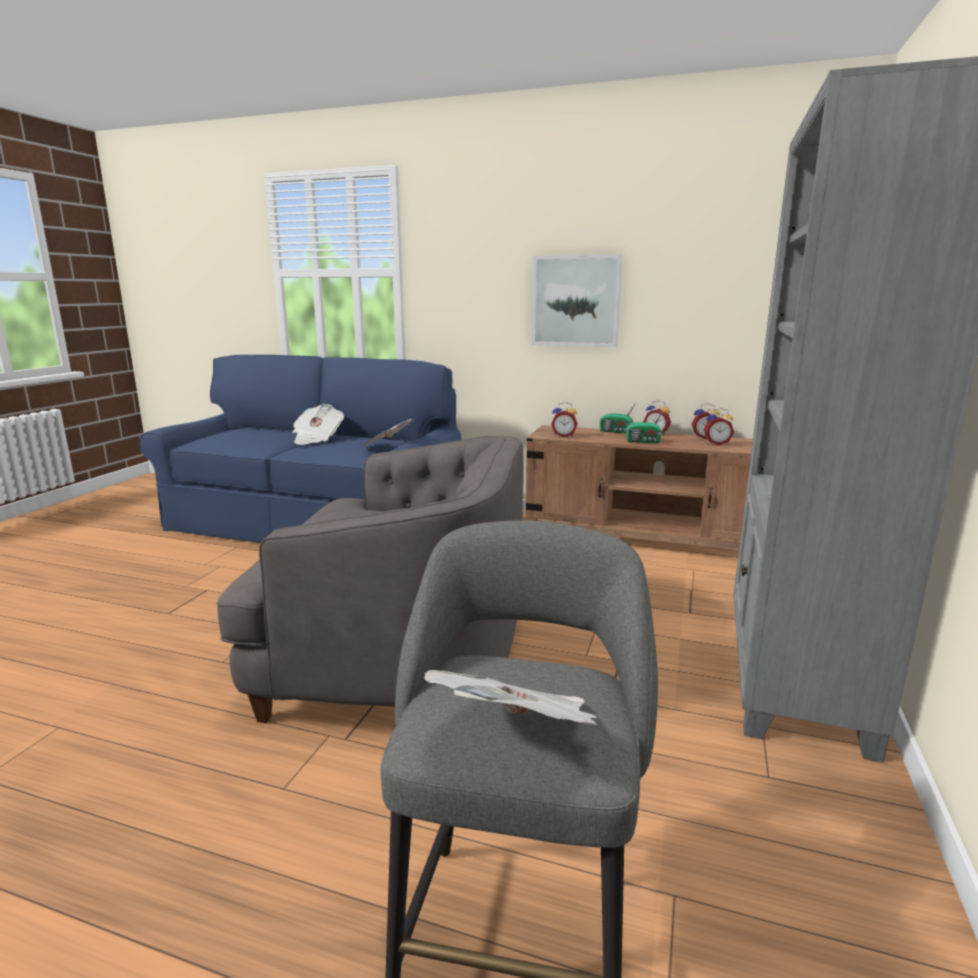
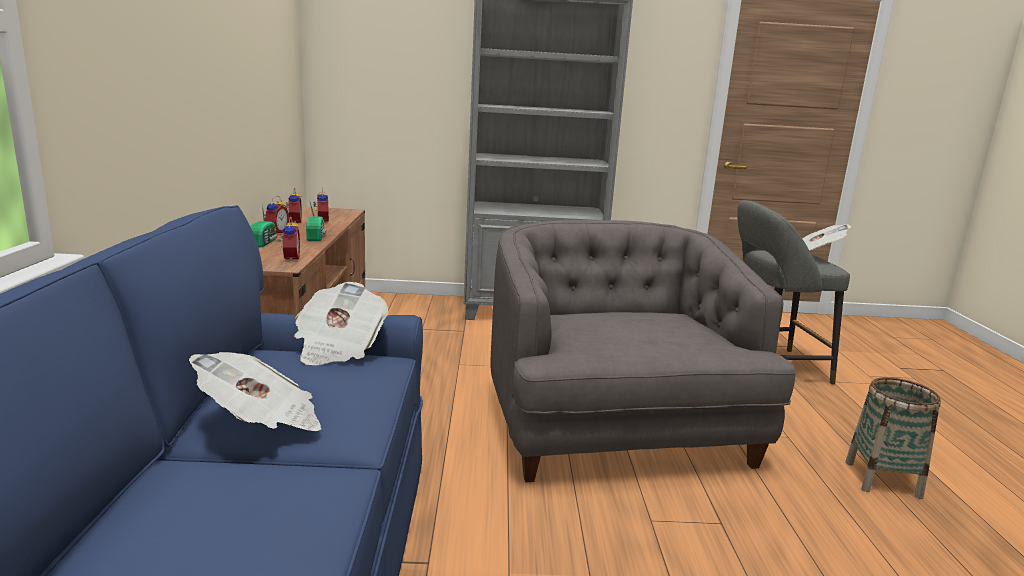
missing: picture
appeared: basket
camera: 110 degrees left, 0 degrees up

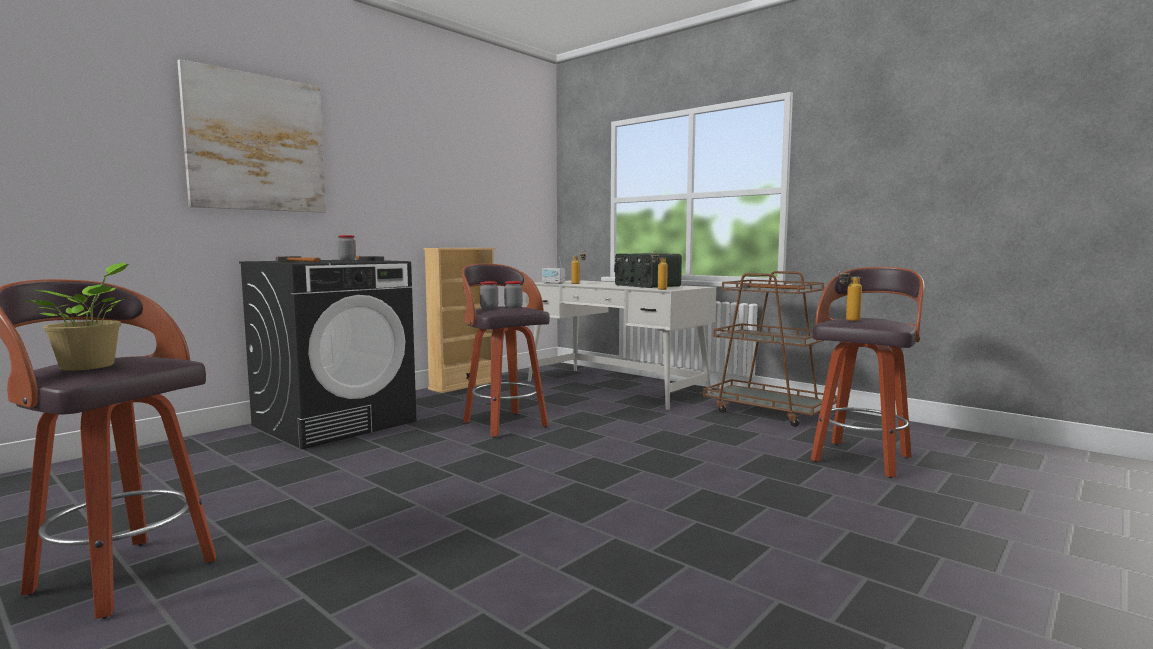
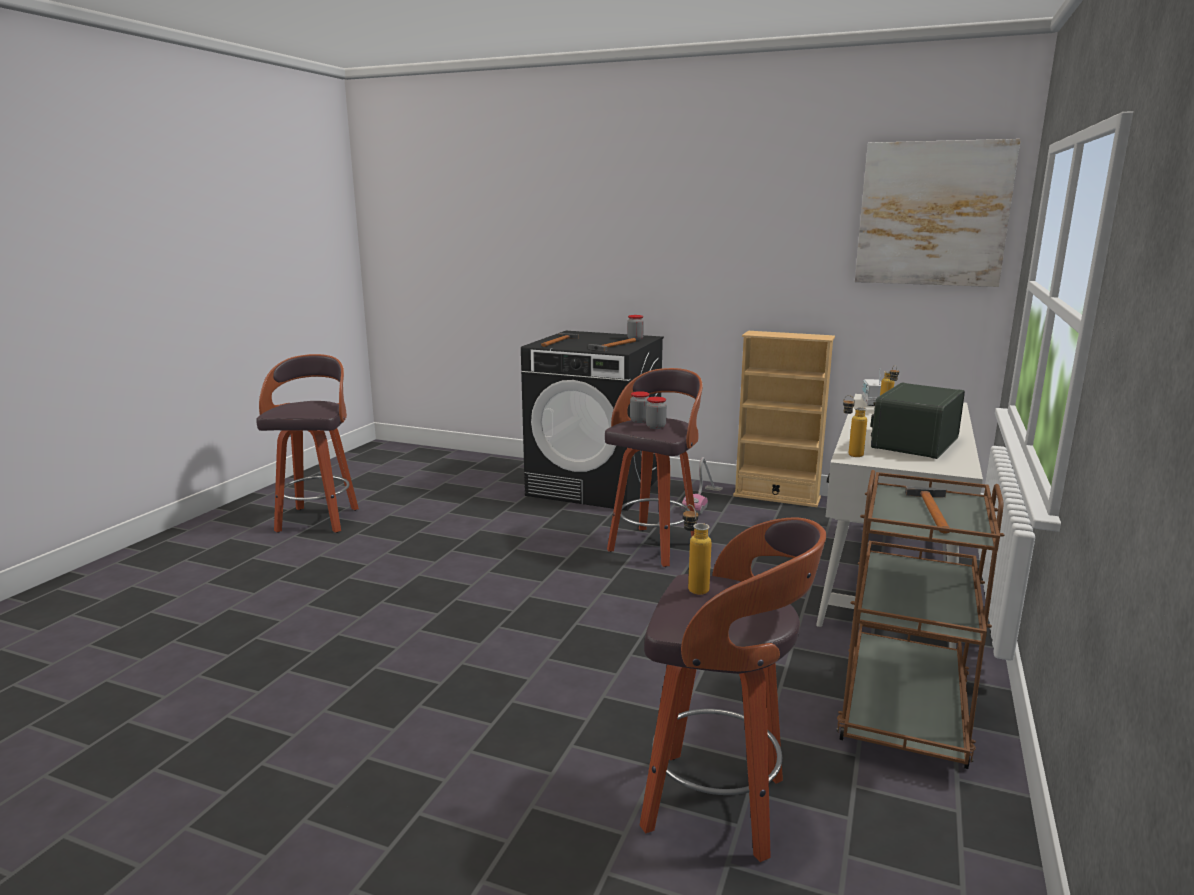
missing: potted plant
appeared: vacuum cleaner
relocated: picture
camera: 70 degrees right, 10 degrees up

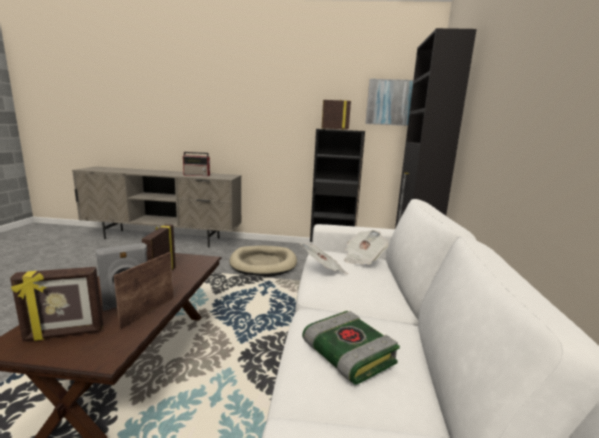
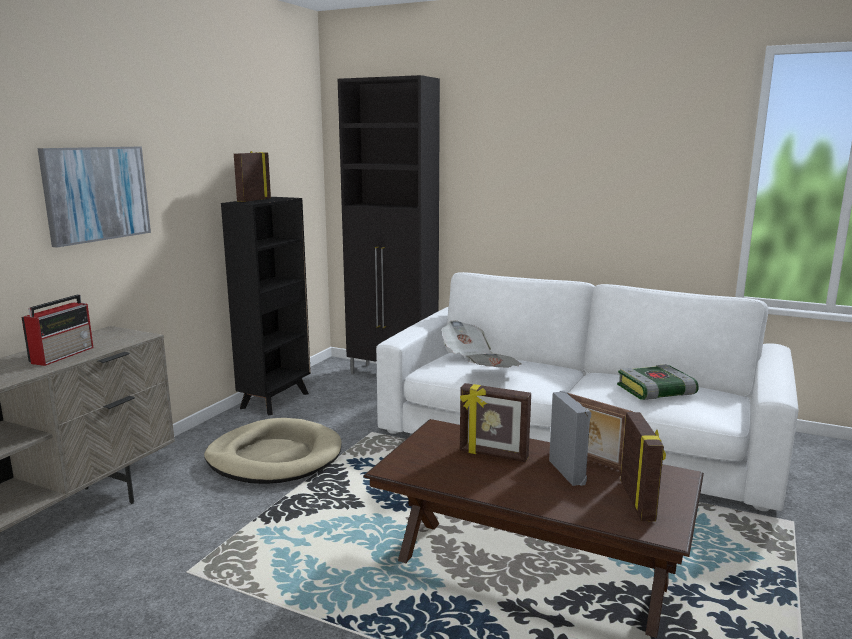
relocated: picture
camera: 70 degrees left, 0 degrees up

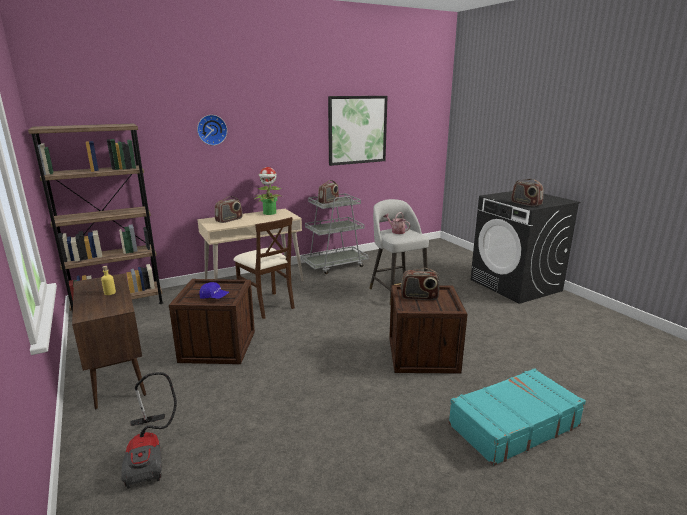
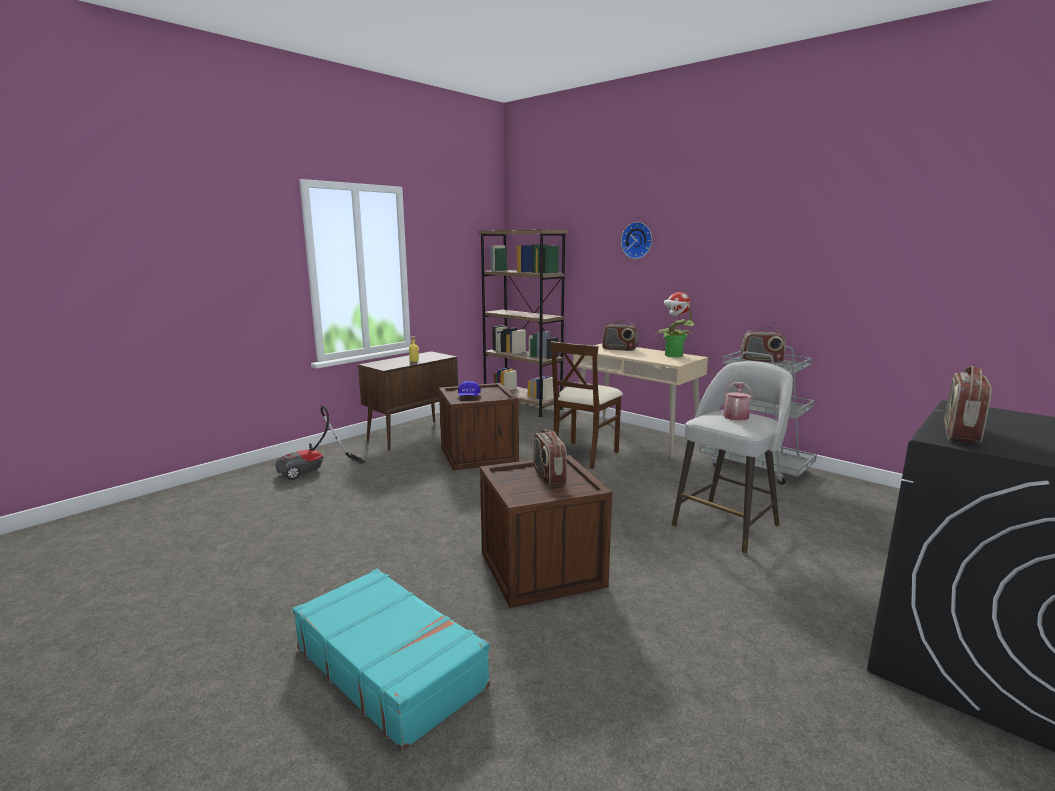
missing: picture
camera: 70 degrees right, 5 degrees down

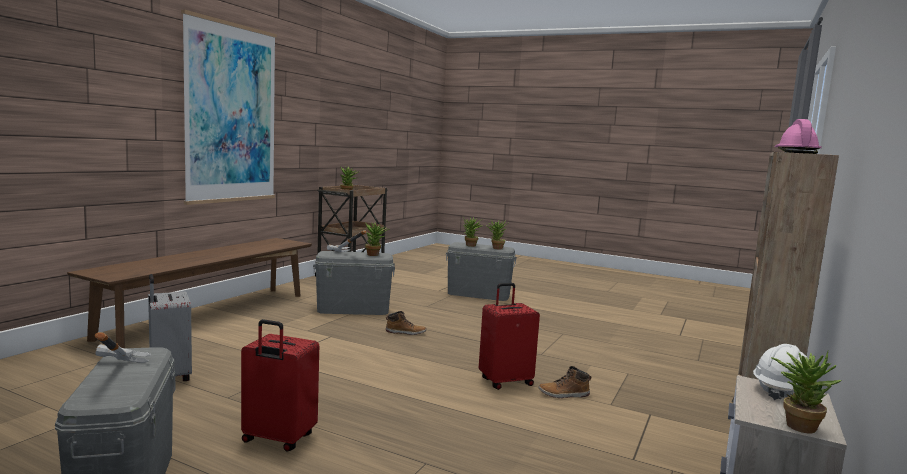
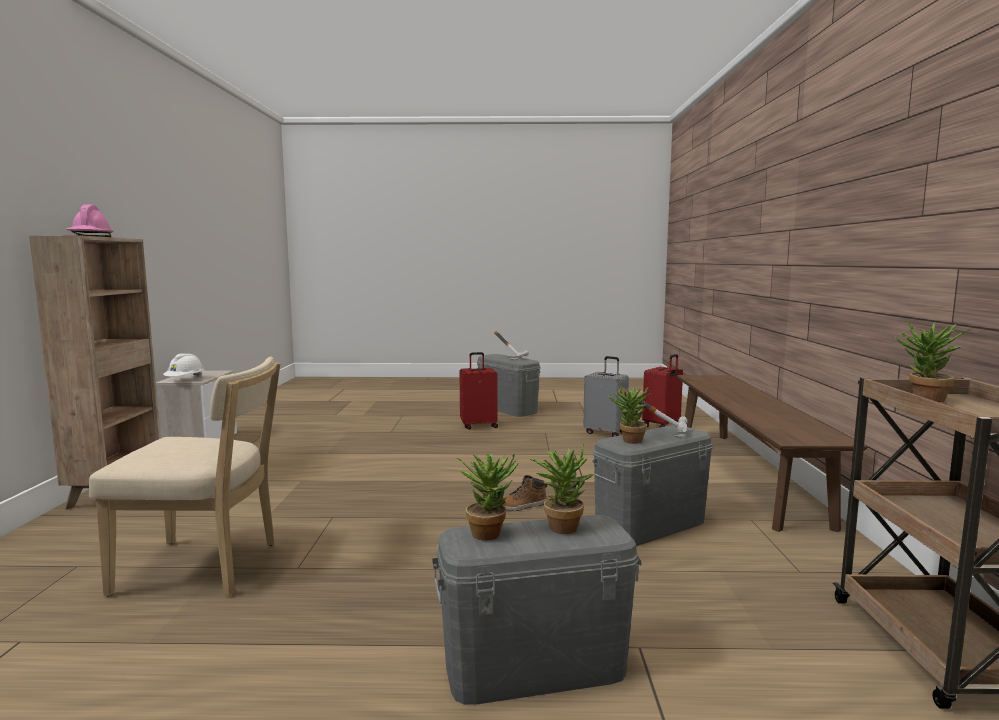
missing: picture; boot (no. 2 from left); potted plant (no. 5 from left)
appeared: beige chair
relocated: red suitcase (no. 2 from left)
camera: 155 degrees right, 0 degrees up

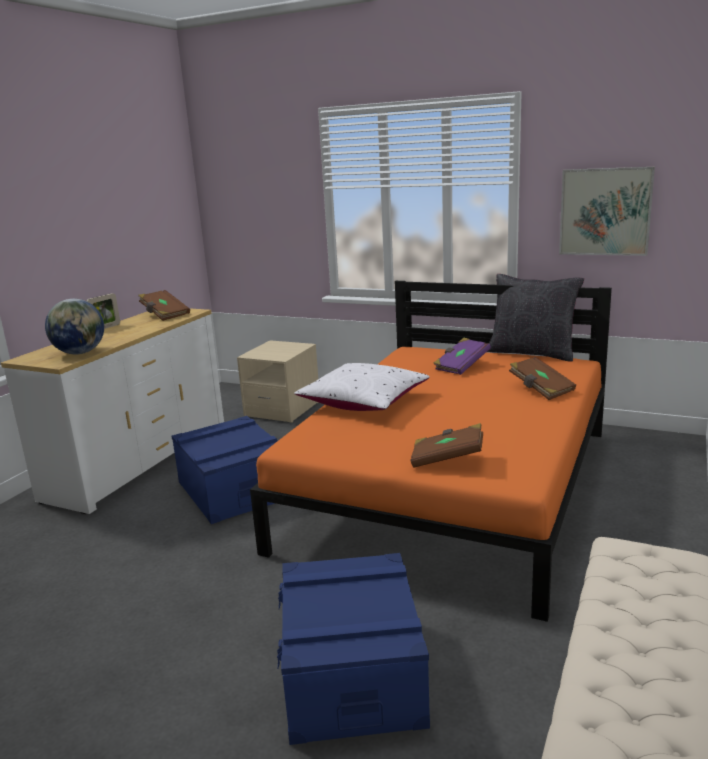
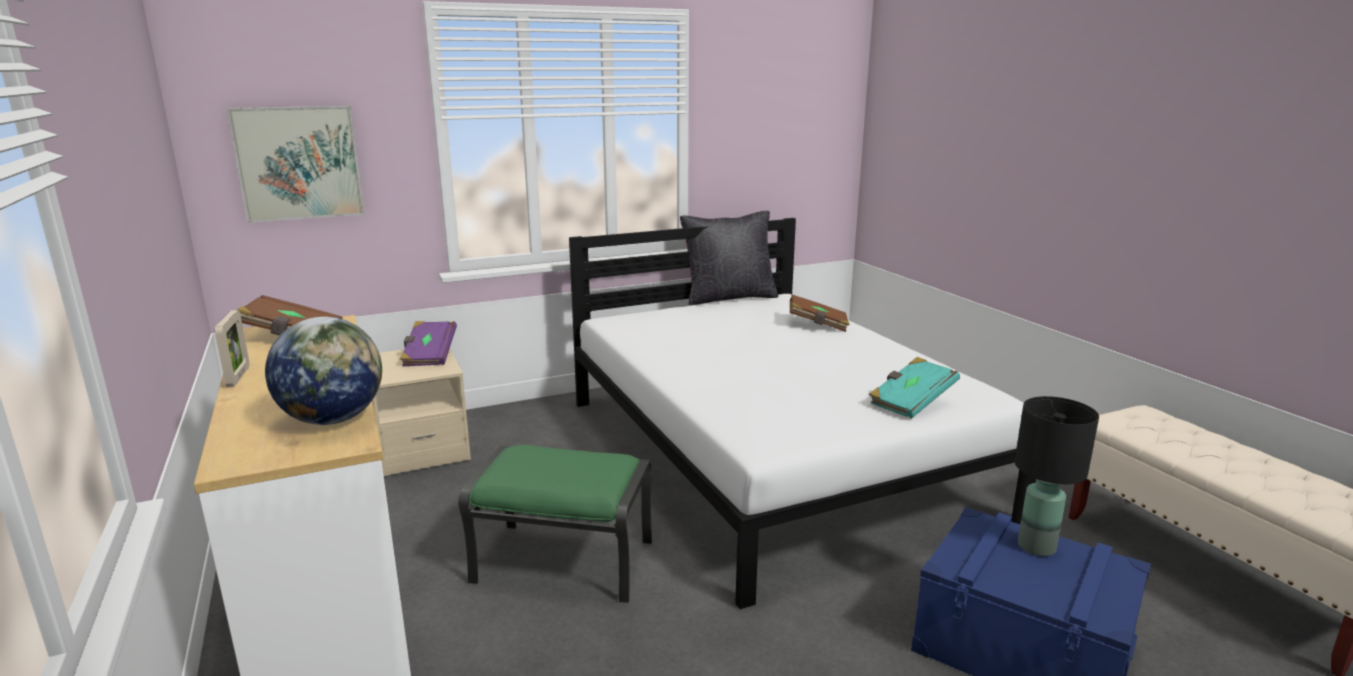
missing: white pillow
appeared: black table lamp
relocated: purple book; picture
exchanged: blue storage box (no. 1 from left) to green ottoman
colour: orange bed to white bed; brown book (no. 2 from left) to turquoise book
camera: 50 degrees left, 0 degrees up

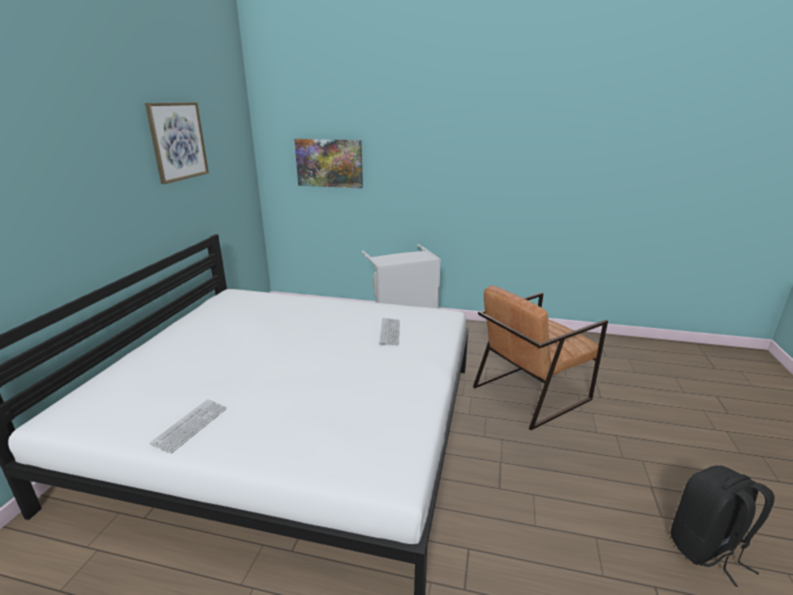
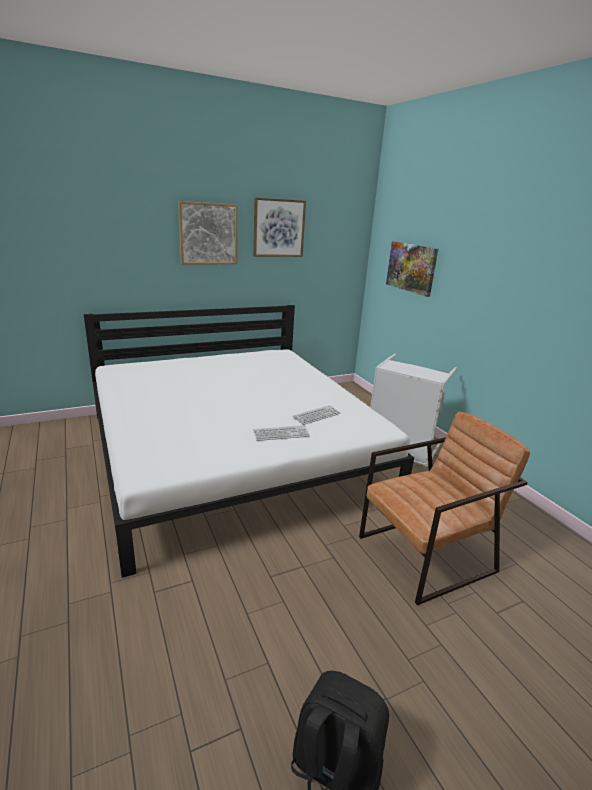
appeared: picture (no. 1 from left)
relocated: keyboard (no. 1 from left)
spun: brown armchair 135 degrees clockwise
camera: 50 degrees right, 0 degrees up

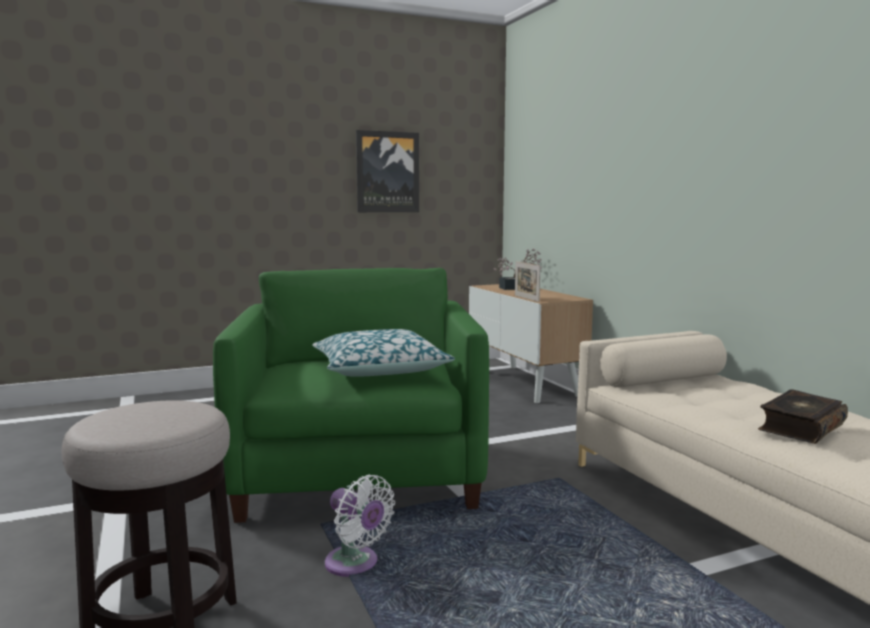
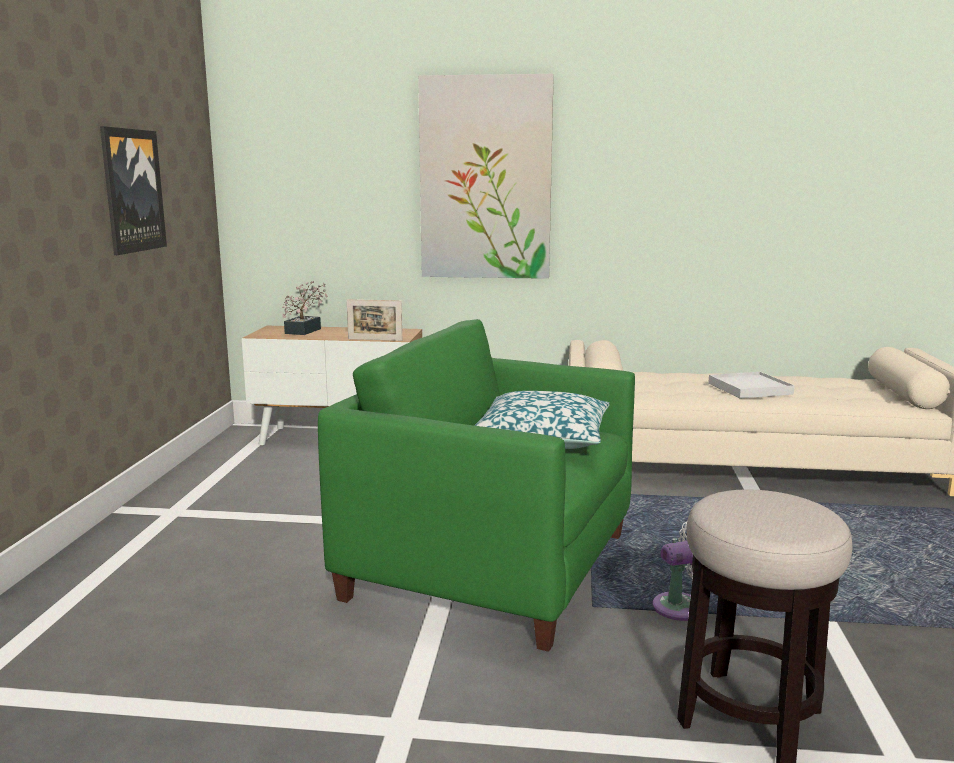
appeared: picture (no. 2 from left)
exchanged: book to white tray
camera: 60 degrees left, 5 degrees up

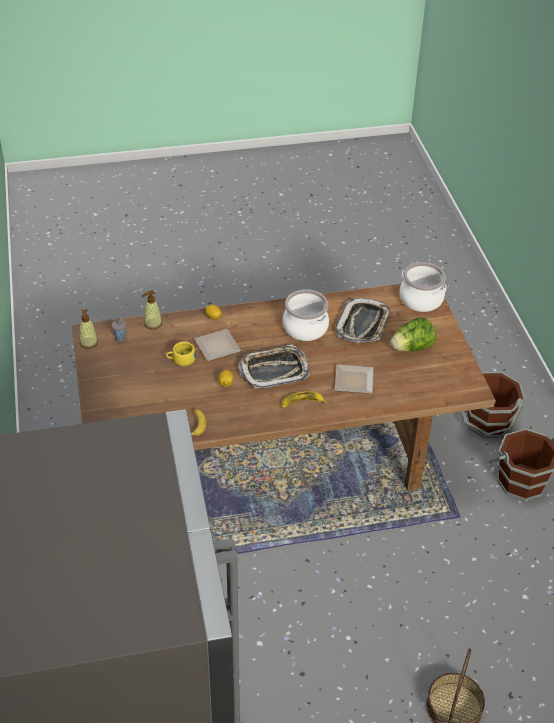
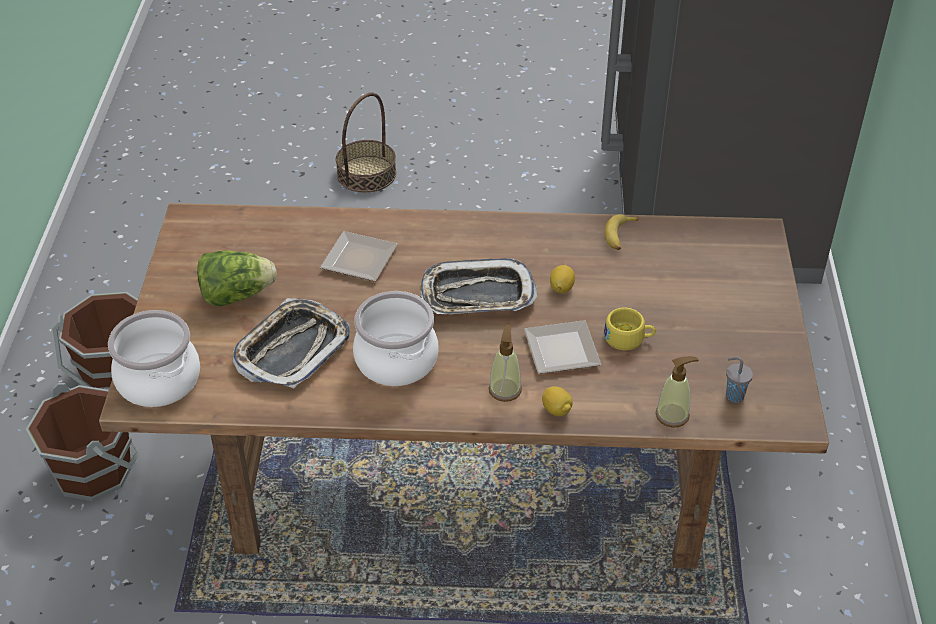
missing: banana (no. 2 from left)
relocated: soap dispenser (no. 1 from left)
camera: 165 degrees left, 0 degrees up

